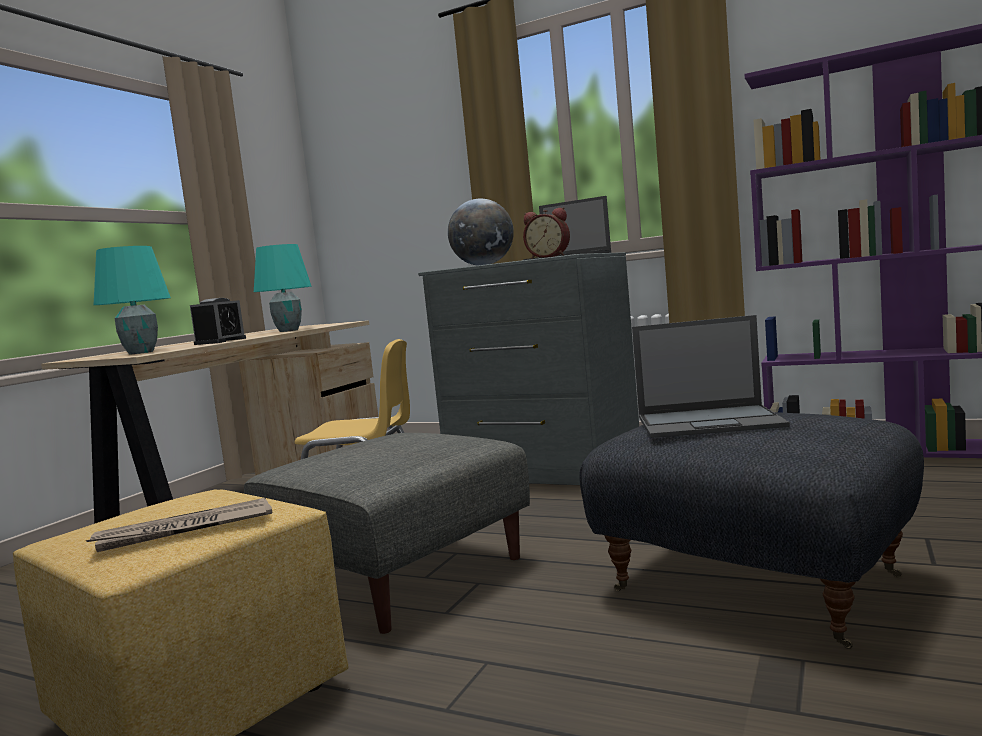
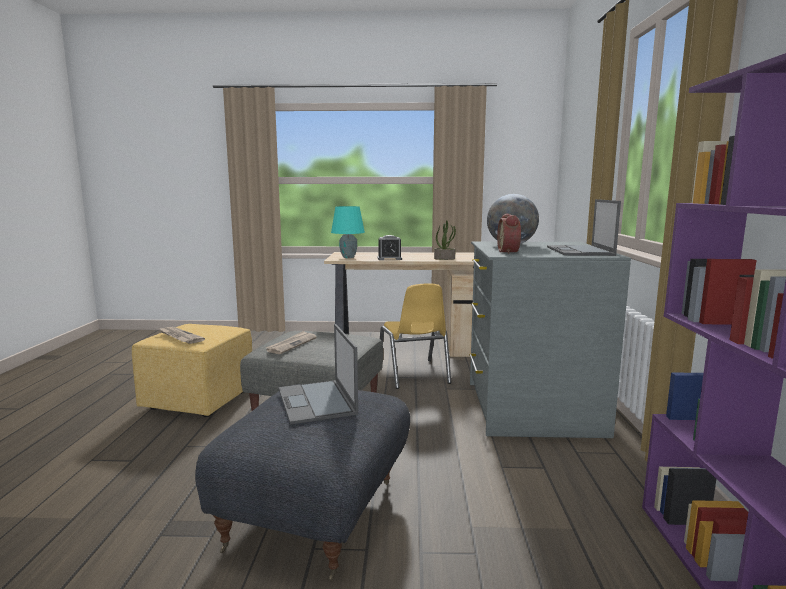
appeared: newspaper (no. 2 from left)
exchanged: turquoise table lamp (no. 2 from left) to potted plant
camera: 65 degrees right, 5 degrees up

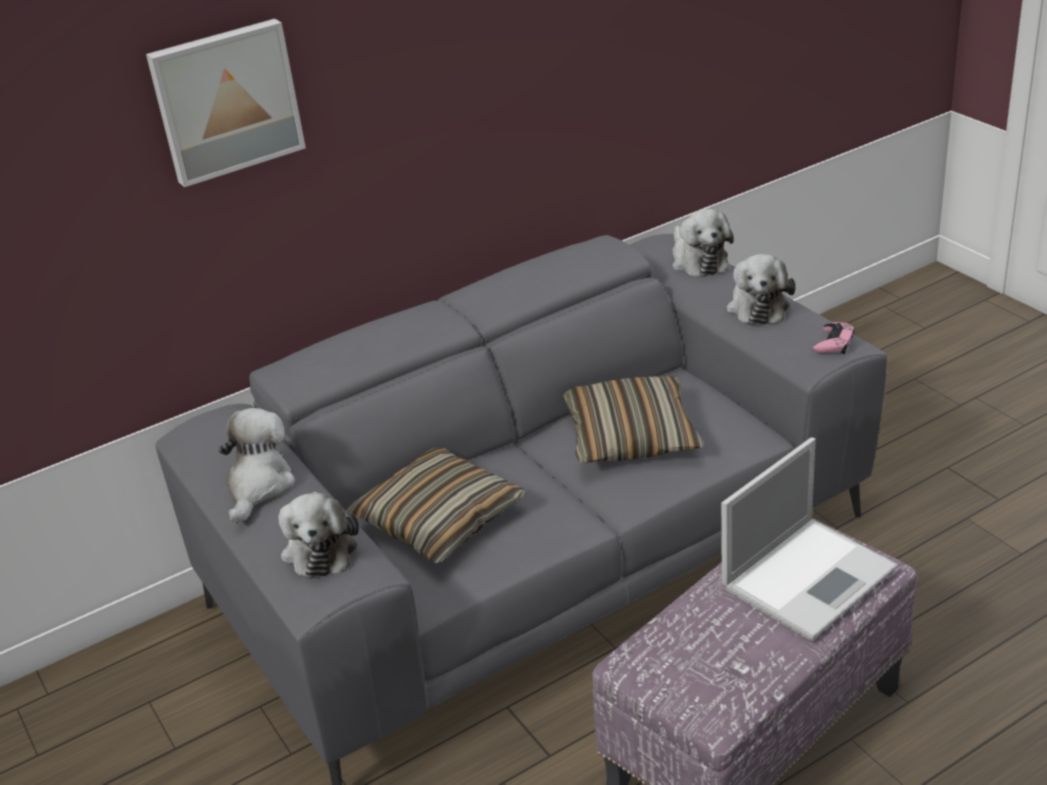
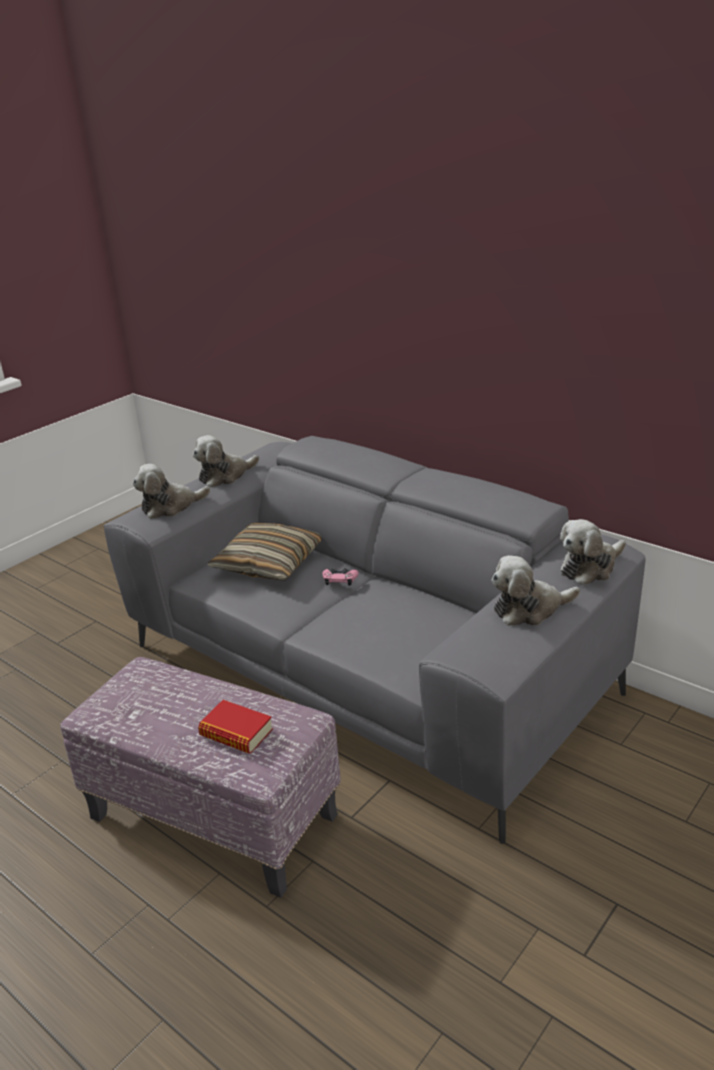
missing: picture; pillow (no. 2 from left)
relocated: pink game controller
exchanged: laptop to book
spun: plush toy (no. 1 from left in the first image) 150 degrees clockwise
camera: 70 degrees right, 5 degrees down

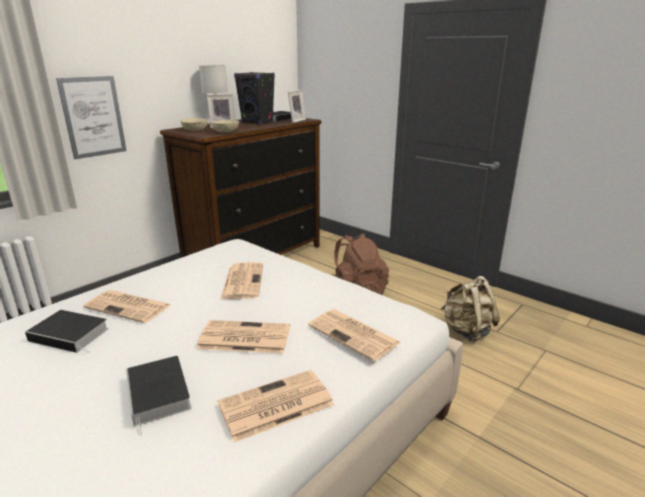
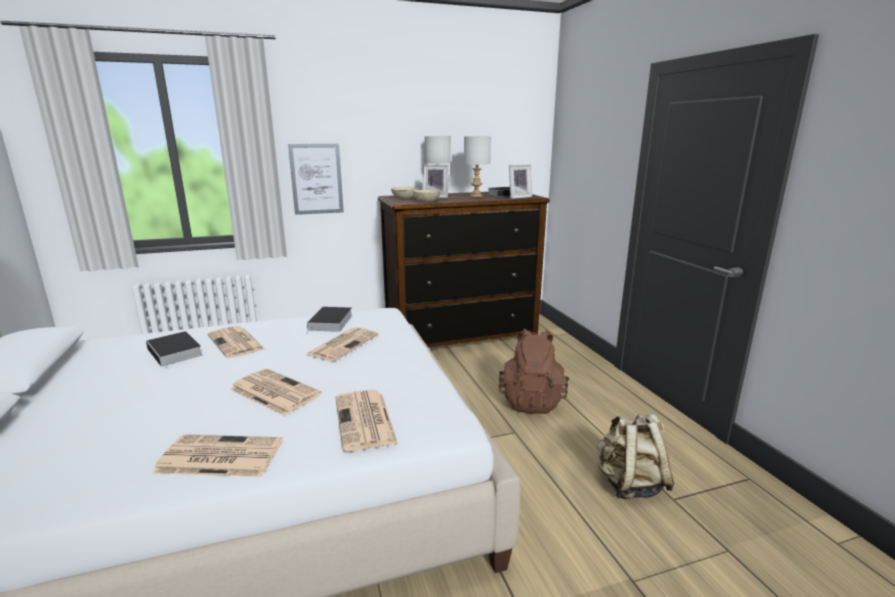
relocated: book (no. 2 from left)
exchanged: black speaker to grey table lamp (no. 2 from left)
camera: 30 degrees right, 5 degrees down

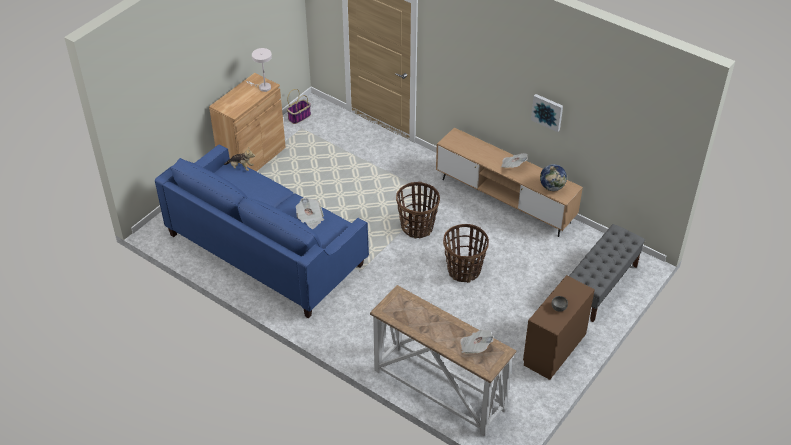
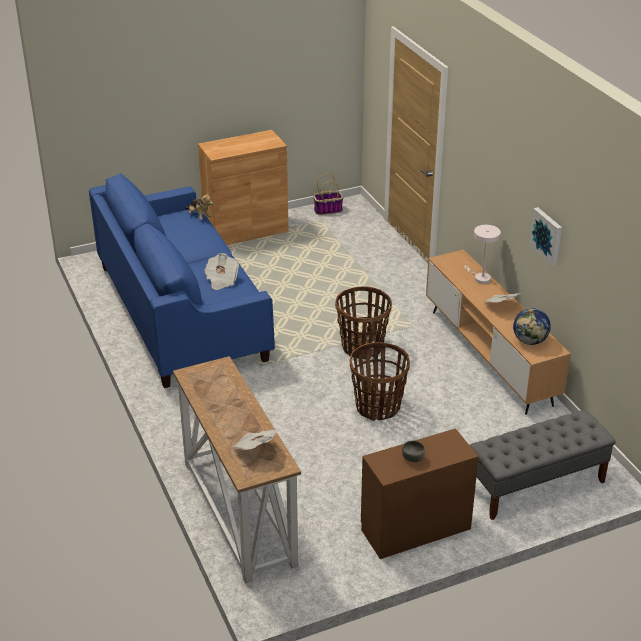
relocated: white table lamp
camera: 30 degrees right, 10 degrees down

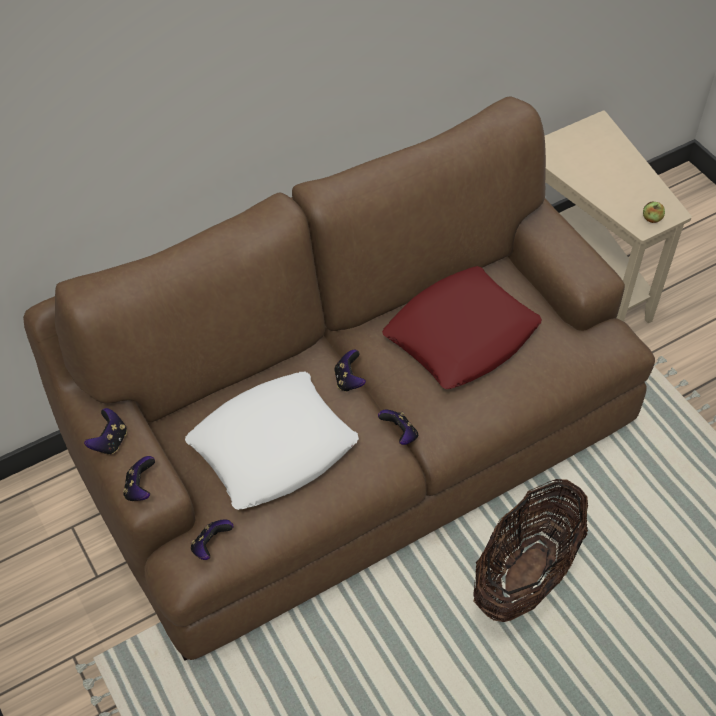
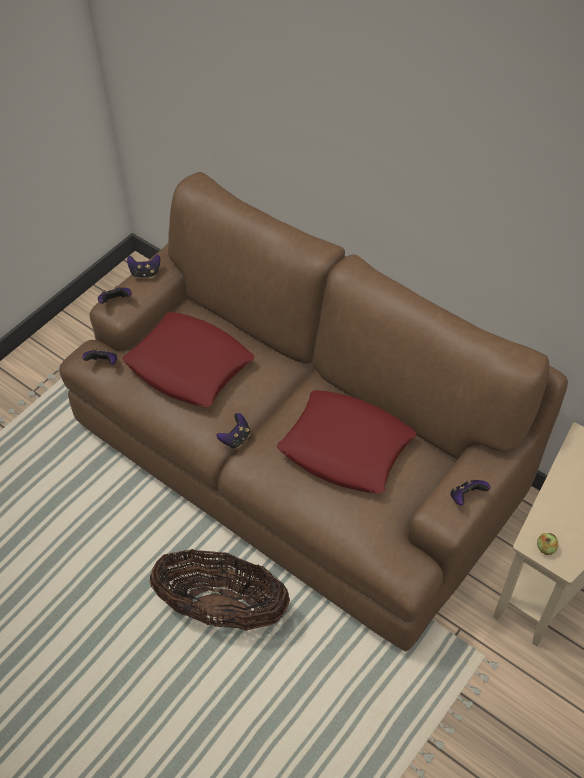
relocated: game controller (no. 4 from left in the first image) to game controller (no. 5 from left)
colour: white pillow to red pillow (no. 1 from left)
camera: 70 degrees right, 0 degrees up

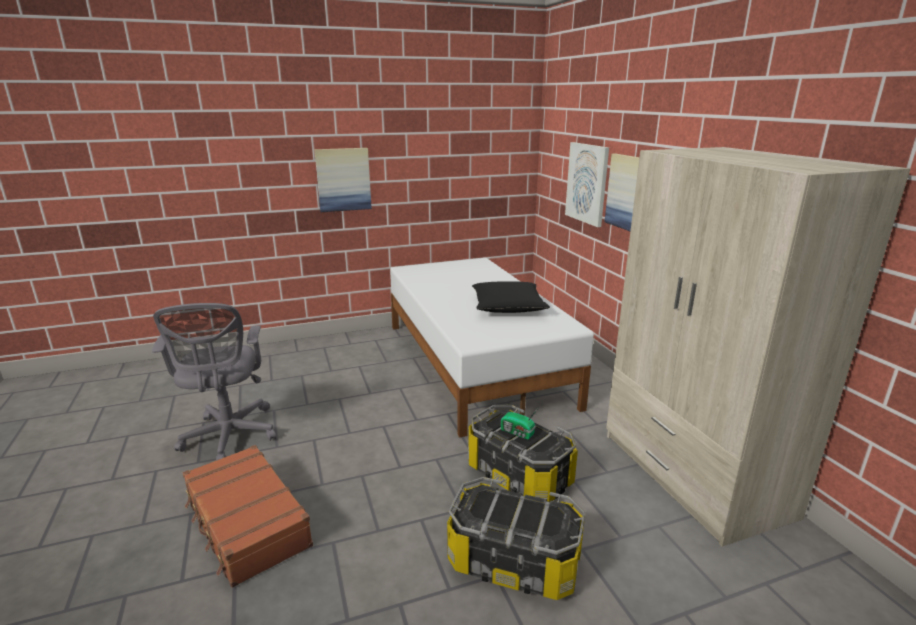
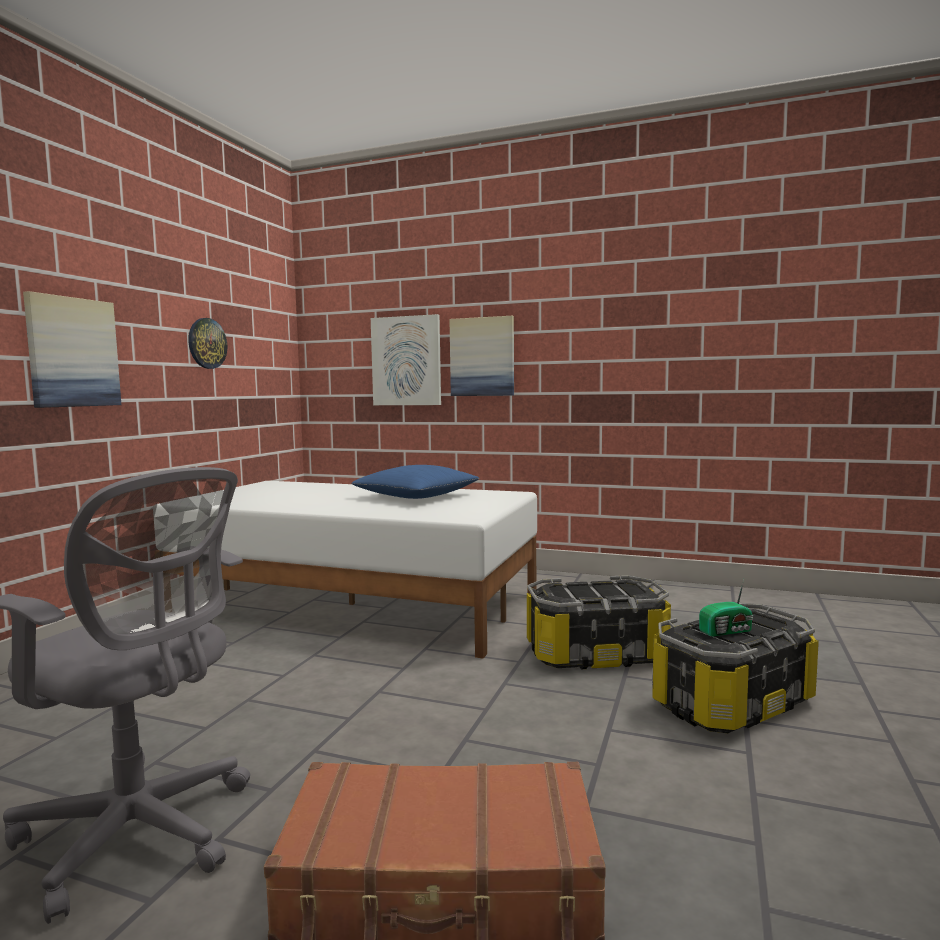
missing: beige wardrobe
appeared: wall clock
relocated: radio
colour: black pillow to blue pillow
camera: 50 degrees left, 15 degrees down

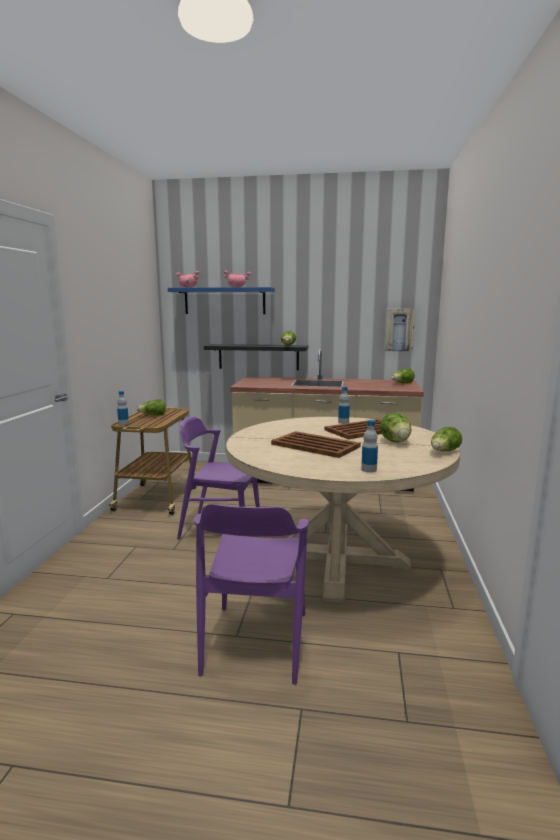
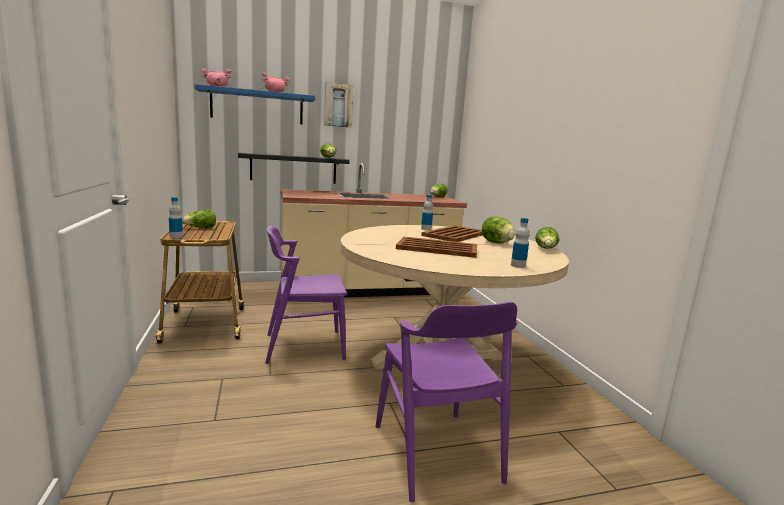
relocated: picture
camera: 25 degrees left, 0 degrees up

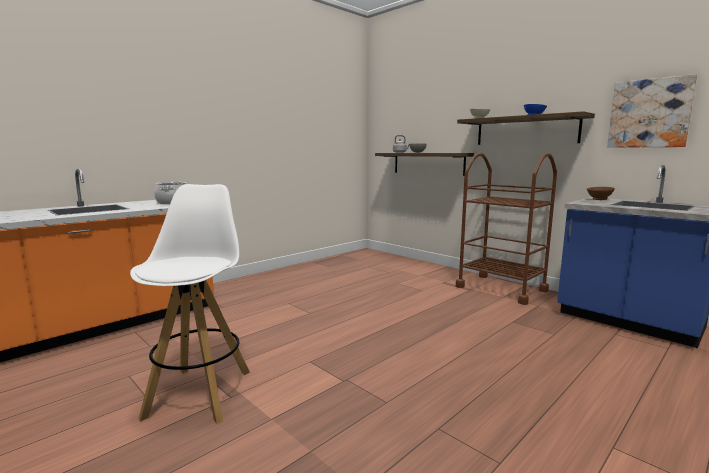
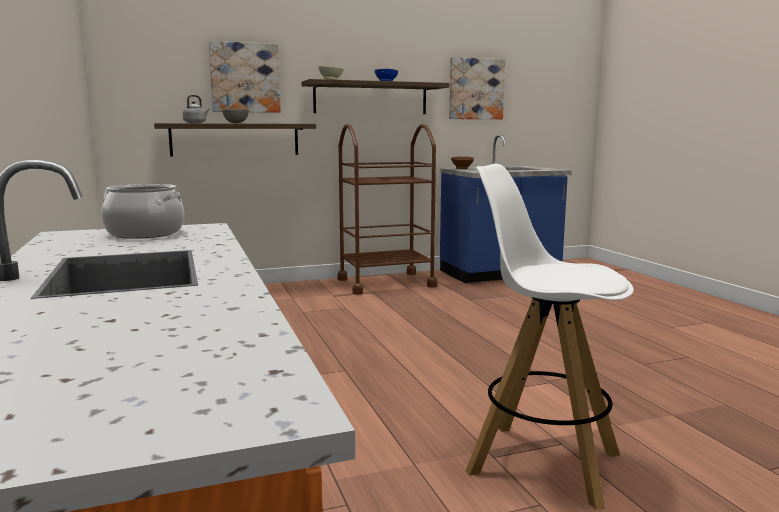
appeared: picture (no. 1 from left)
camera: 65 degrees left, 0 degrees up

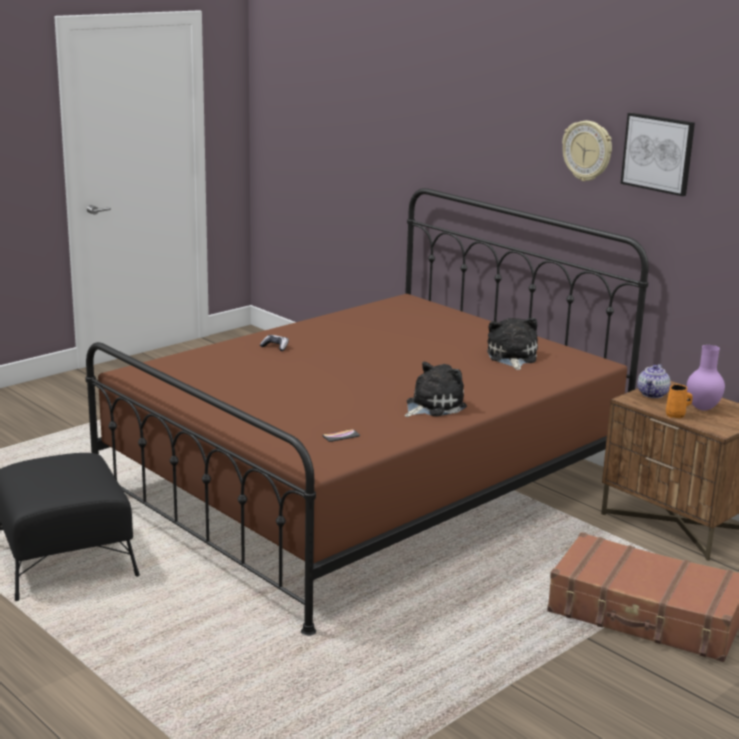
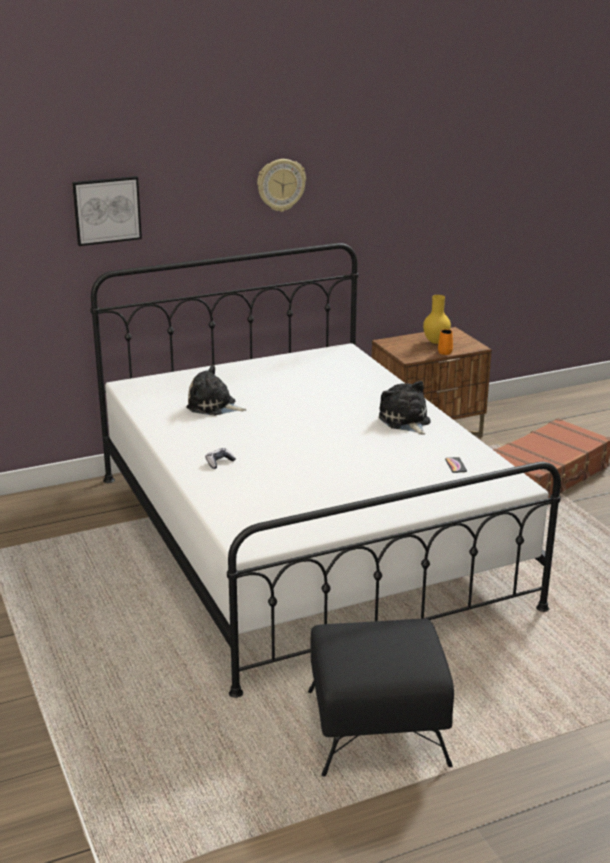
missing: teapot
relocated: plush toy (no. 2 from left in the first image) to plush toy (no. 1 from left); picture
colour: brown bed to white bed; purple vase to yellow vase
camera: 70 degrees left, 5 degrees up

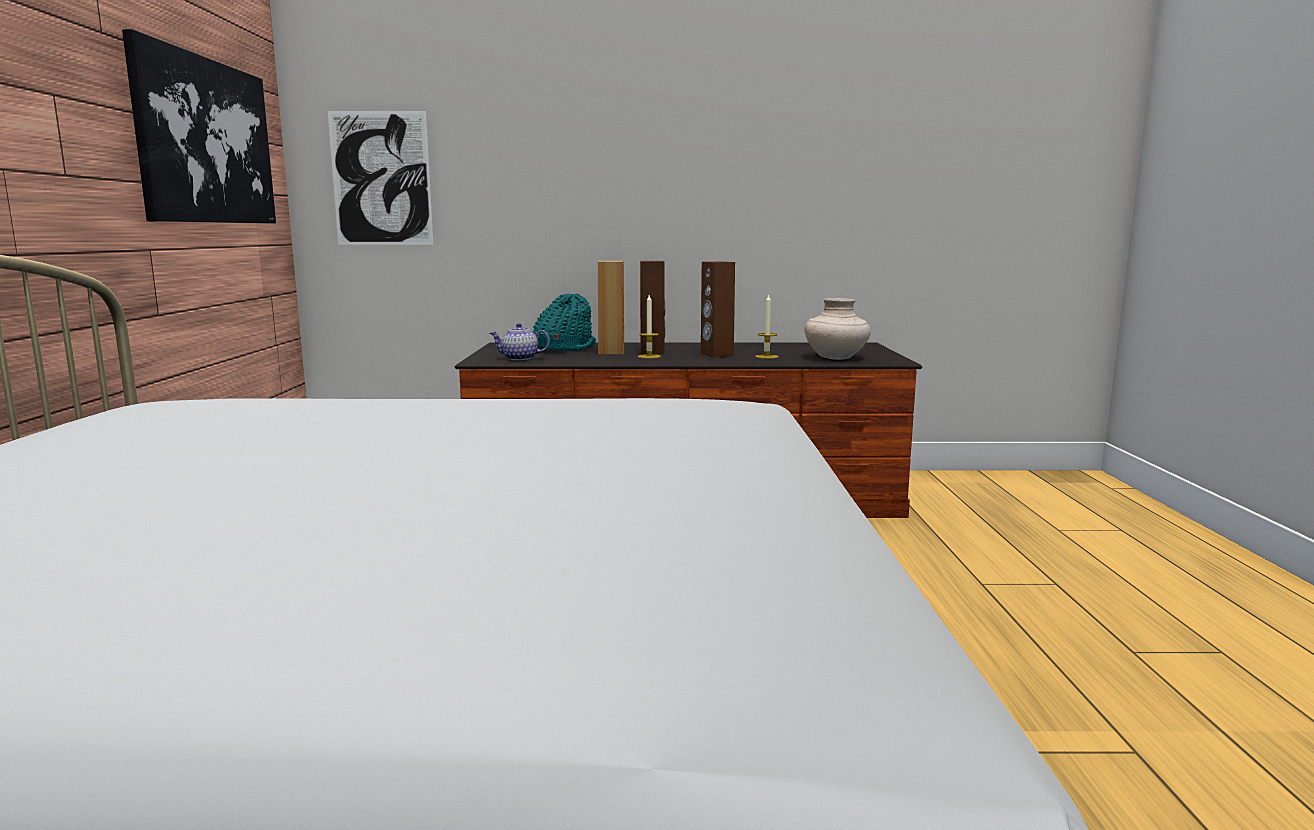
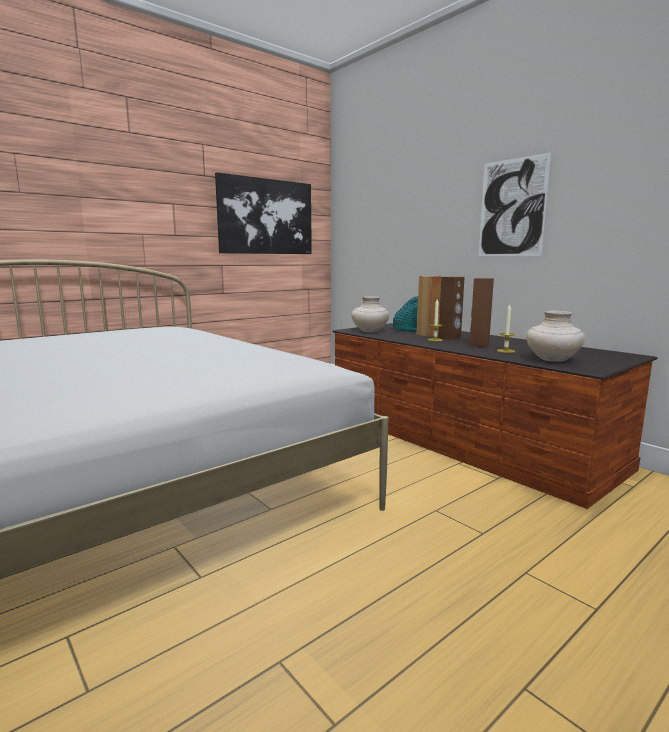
relocated: picture (no. 2 from left)
exchanged: teapot to beige vase (no. 1 from left)
camera: 50 degrees right, 0 degrees up

